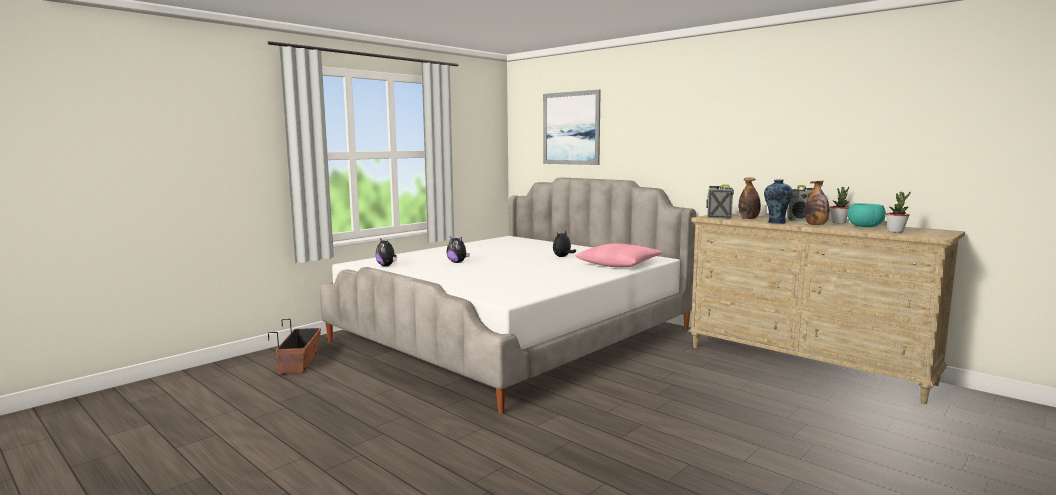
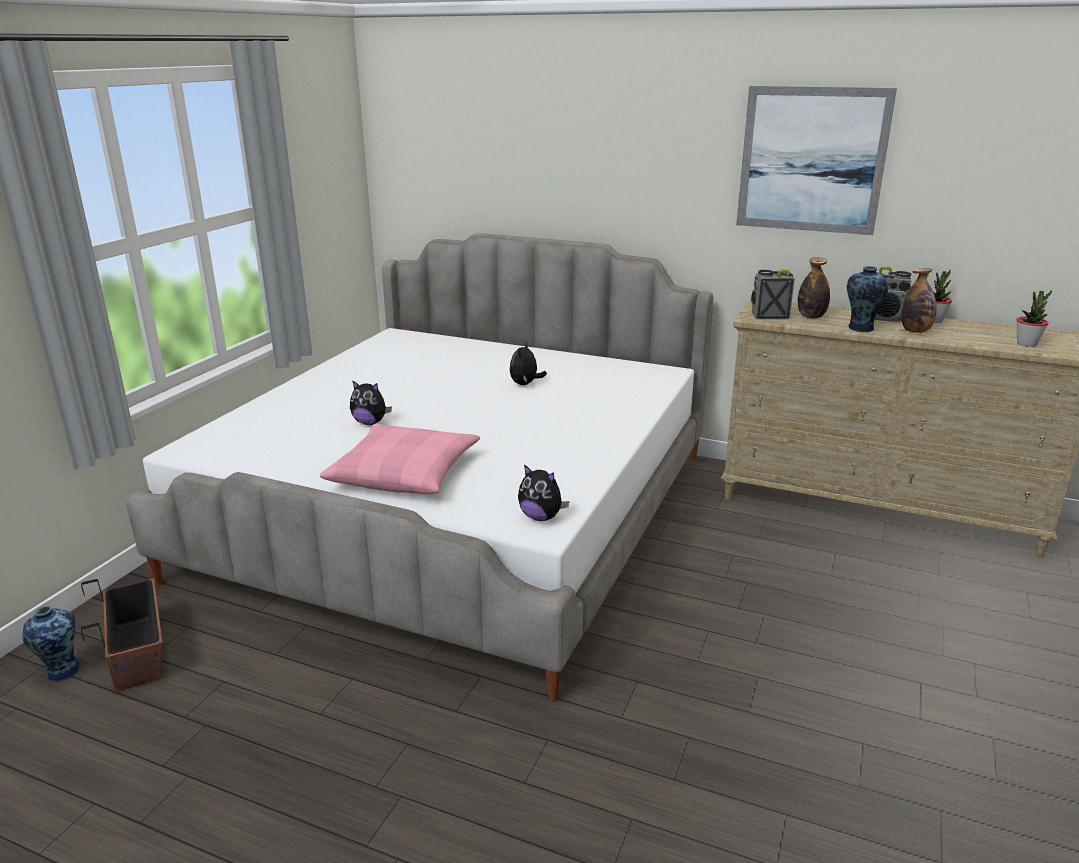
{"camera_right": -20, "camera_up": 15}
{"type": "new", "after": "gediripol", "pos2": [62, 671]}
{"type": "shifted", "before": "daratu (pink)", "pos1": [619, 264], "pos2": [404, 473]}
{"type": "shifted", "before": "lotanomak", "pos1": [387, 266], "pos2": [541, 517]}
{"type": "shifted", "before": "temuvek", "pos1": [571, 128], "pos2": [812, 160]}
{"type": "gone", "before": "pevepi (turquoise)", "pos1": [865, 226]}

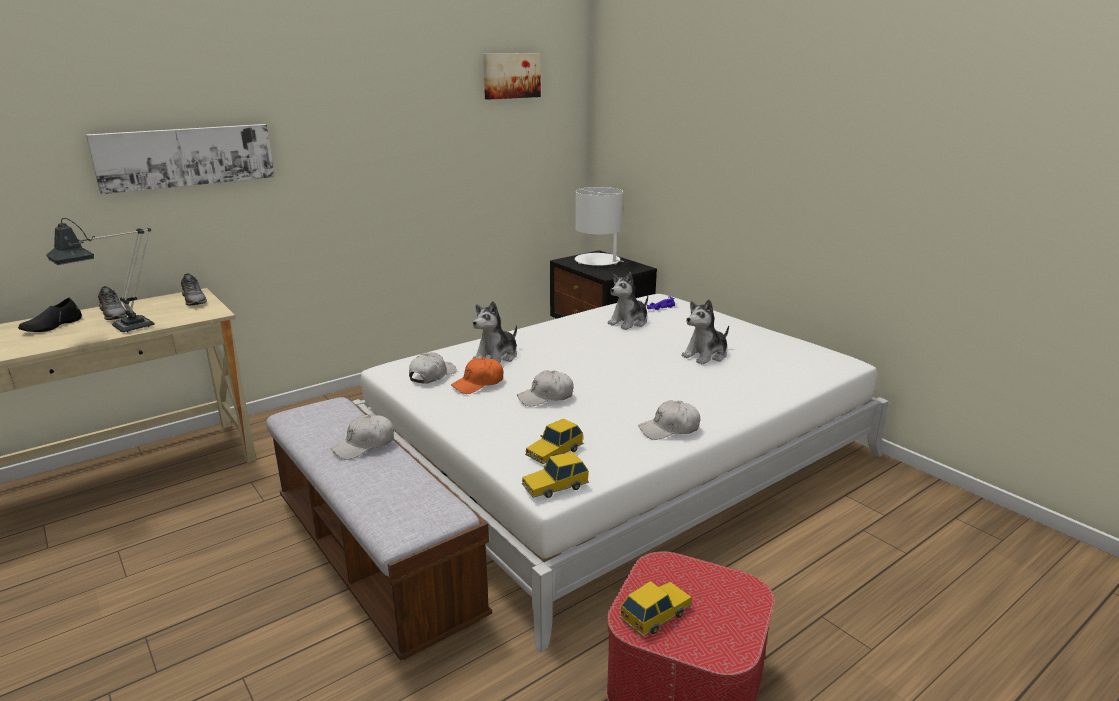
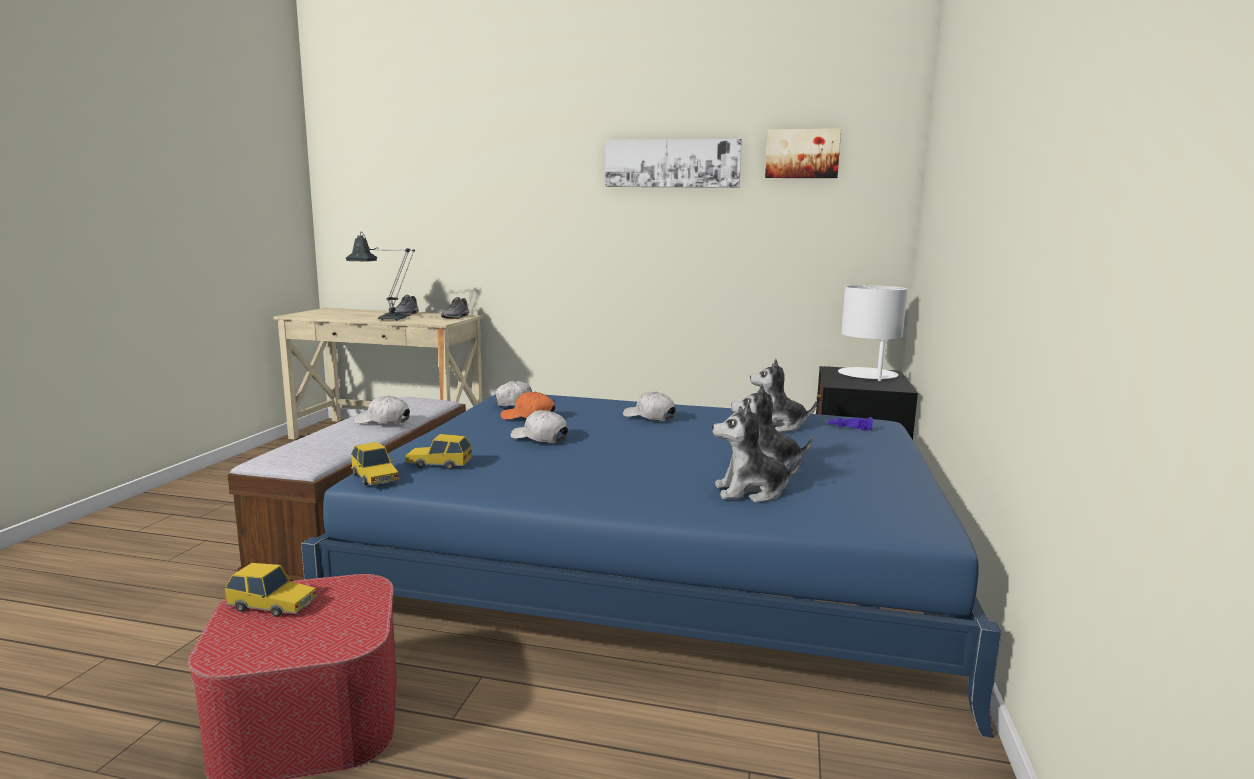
{"camera_right": 50, "camera_up": -10}
{"type": "repainted", "before": "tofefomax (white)", "after": "tofefomax (blue)", "pos1": [616, 455], "pos2": [658, 560]}
{"type": "rotated", "before": "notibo", "pos1": [555, 486], "pos2": [375, 477], "turn": -150}
{"type": "shifted", "before": "temuvek", "pos1": [186, 157], "pos2": [672, 163]}
{"type": "shifted", "before": "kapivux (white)", "pos1": [669, 429], "pos2": [649, 417]}
{"type": "shifted", "before": "lotanomak", "pos1": [497, 357], "pos2": [751, 492]}
{"type": "gone", "before": "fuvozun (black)", "pos1": [52, 326]}

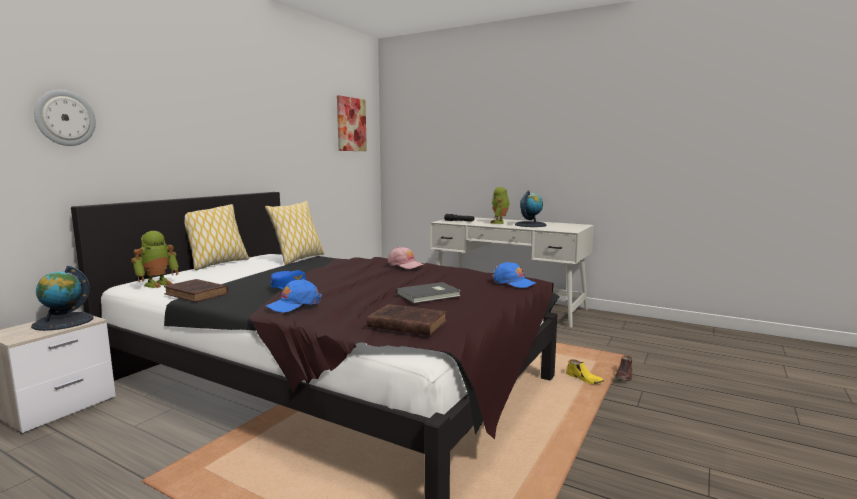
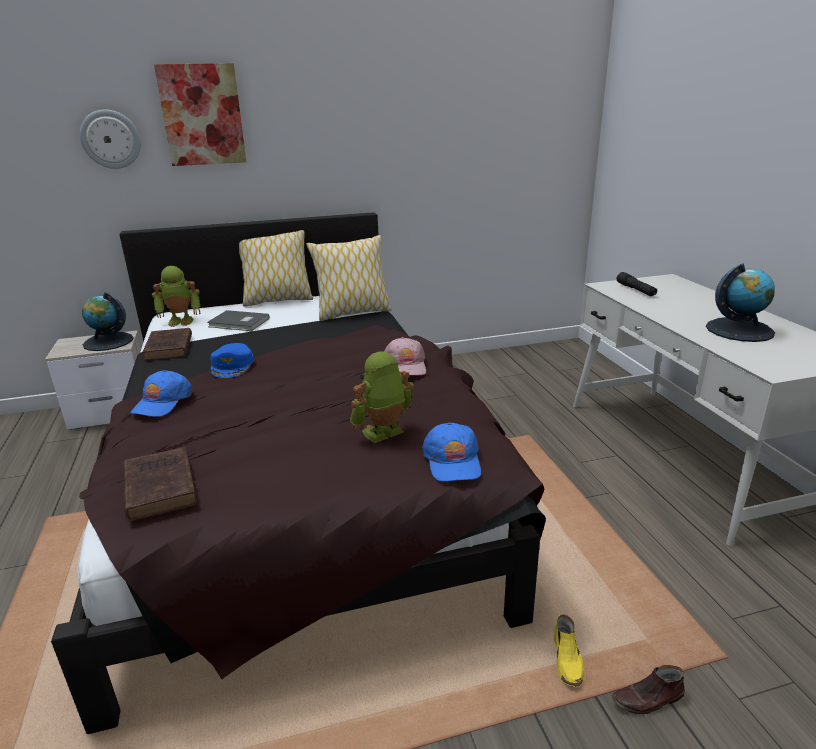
{"camera_right": 45, "camera_up": 15}
{"type": "rotated", "before": "kapivux (blue)", "pos1": [294, 305], "pos2": [162, 402], "turn": -75}
{"type": "shifted", "before": "temuvek", "pos1": [351, 124], "pos2": [202, 115]}
{"type": "shifted", "before": "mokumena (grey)", "pos1": [430, 295], "pos2": [239, 323]}
{"type": "shifted", "before": "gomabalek", "pos1": [499, 222], "pos2": [384, 434]}

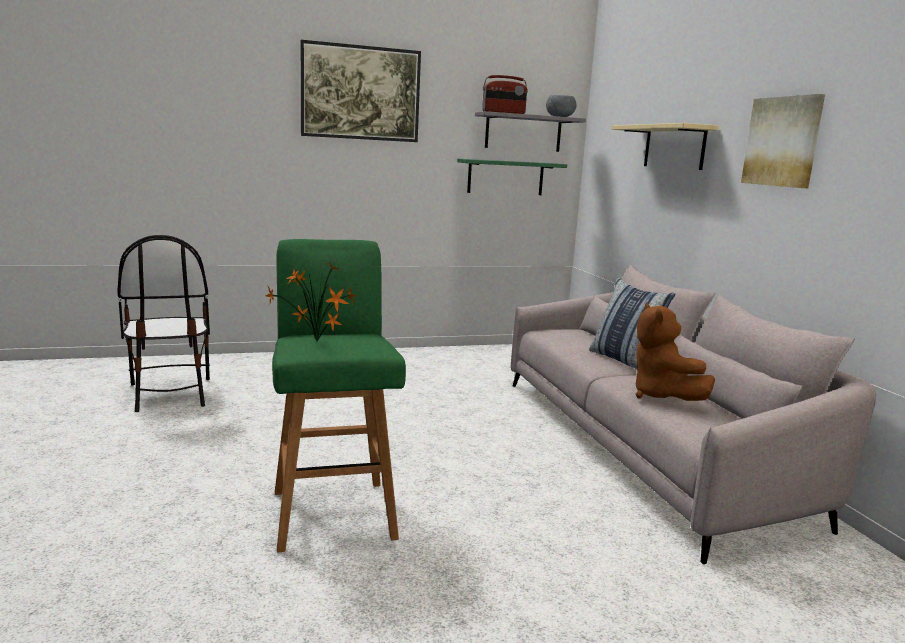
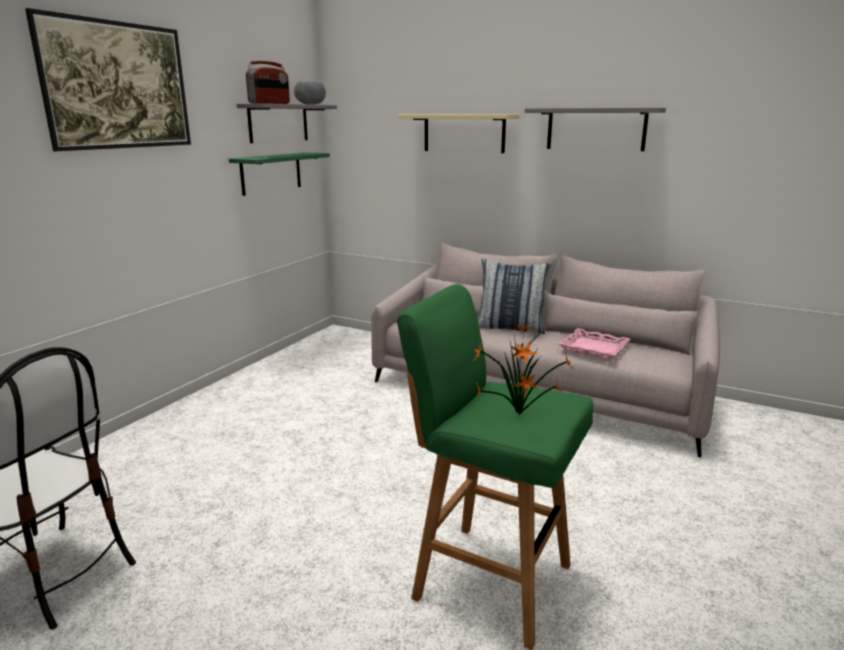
{"camera_right": -45, "camera_up": 5}
{"type": "swapped", "before": "temuvek", "after": "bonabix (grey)", "pos1": [783, 142], "pos2": [596, 129]}
{"type": "swapped", "before": "lotanomak (brown)", "after": "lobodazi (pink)", "pos1": [662, 396], "pos2": [593, 348]}

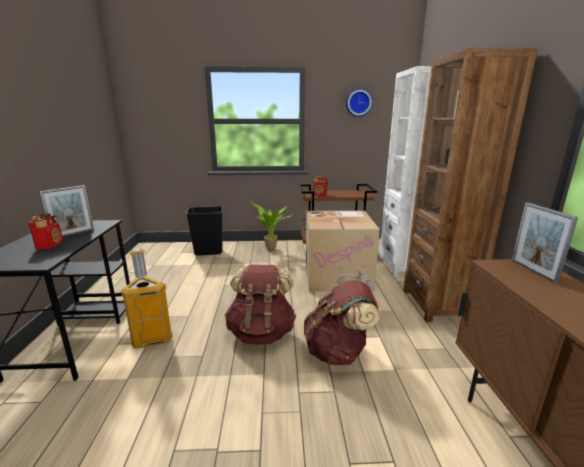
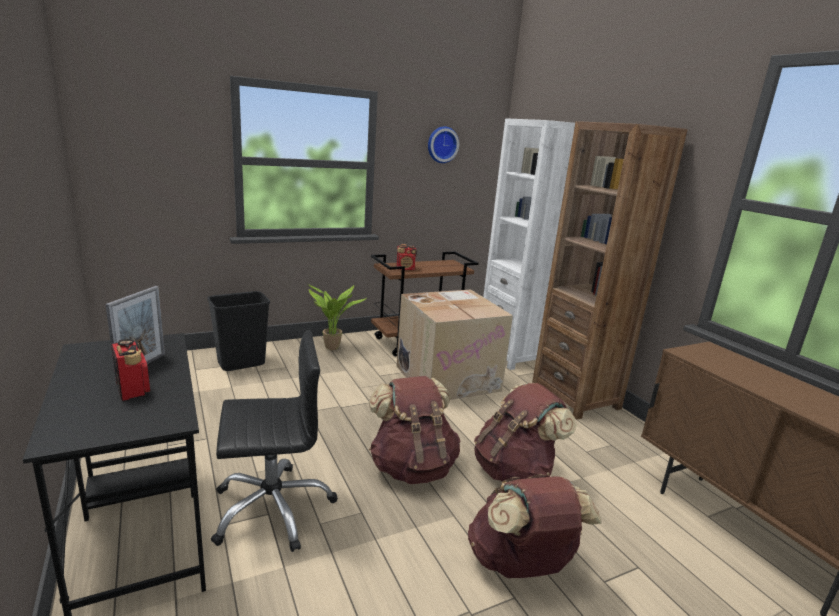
{"camera_right": -25, "camera_up": 0}
{"type": "swapped", "before": "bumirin", "after": "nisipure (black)", "pos1": [153, 340], "pos2": [272, 508]}
{"type": "new", "after": "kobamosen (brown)", "pos2": [521, 565]}
{"type": "gone", "before": "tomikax", "pos1": [533, 271]}

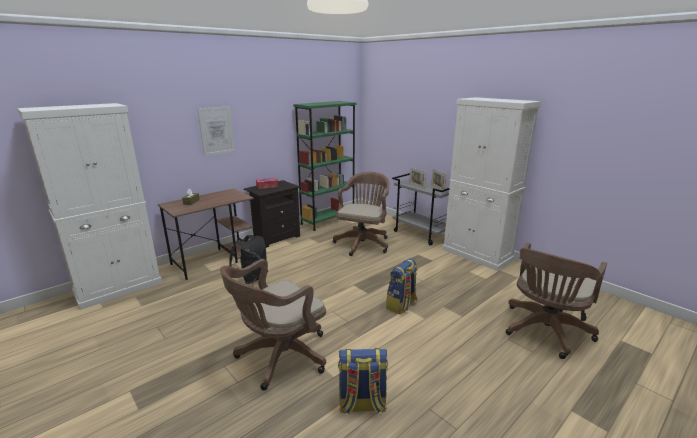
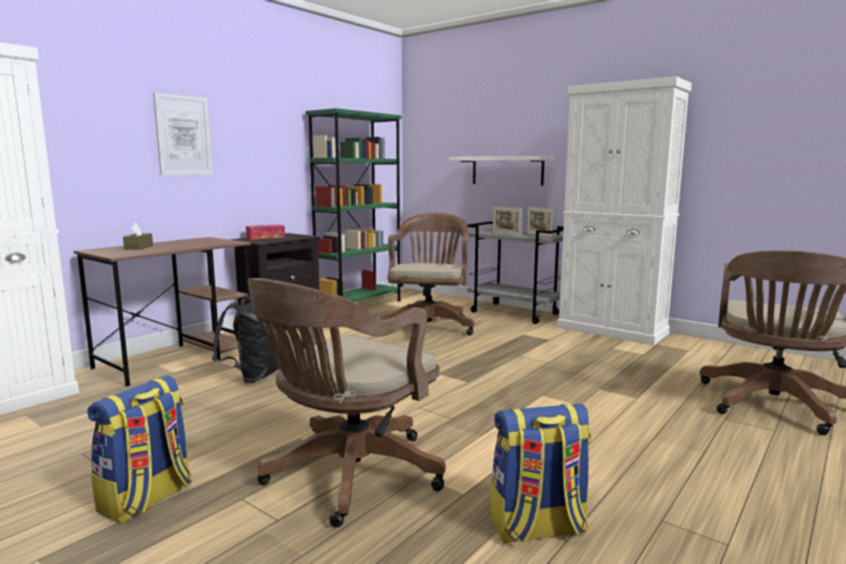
{"camera_right": -10, "camera_up": -10}
{"type": "shifted", "before": "kobamosen", "pos1": [402, 305], "pos2": [147, 499]}
{"type": "new", "after": "bonabix (white)", "pos2": [507, 170]}

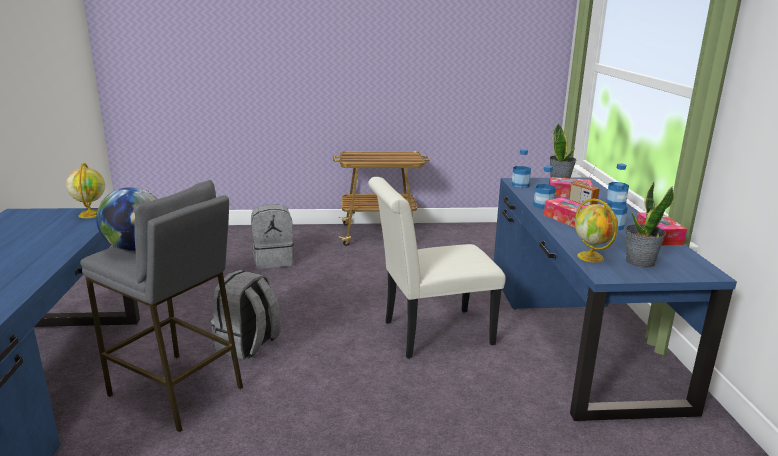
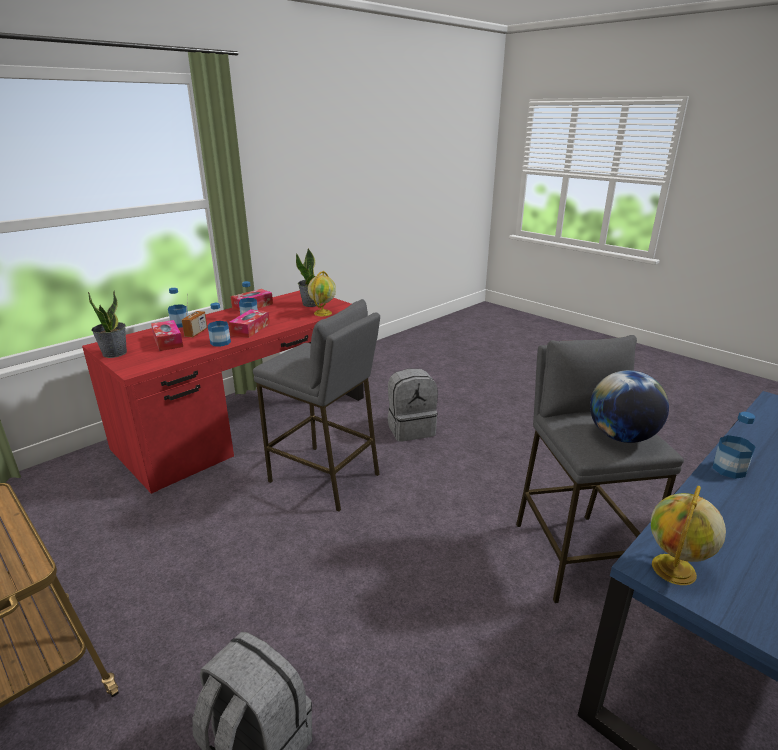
{"camera_right": -130, "camera_up": 5}
{"type": "repainted", "before": "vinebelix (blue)", "after": "vinebelix (red)", "pos1": [575, 331], "pos2": [247, 422]}
{"type": "swapped", "before": "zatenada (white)", "after": "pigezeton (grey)", "pos1": [430, 334], "pos2": [325, 478]}
{"type": "shifted", "before": "kobamosen (grey)", "pos1": [248, 345], "pos2": [411, 429]}
{"type": "shifted", "before": "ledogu", "pos1": [520, 185], "pos2": [728, 469]}

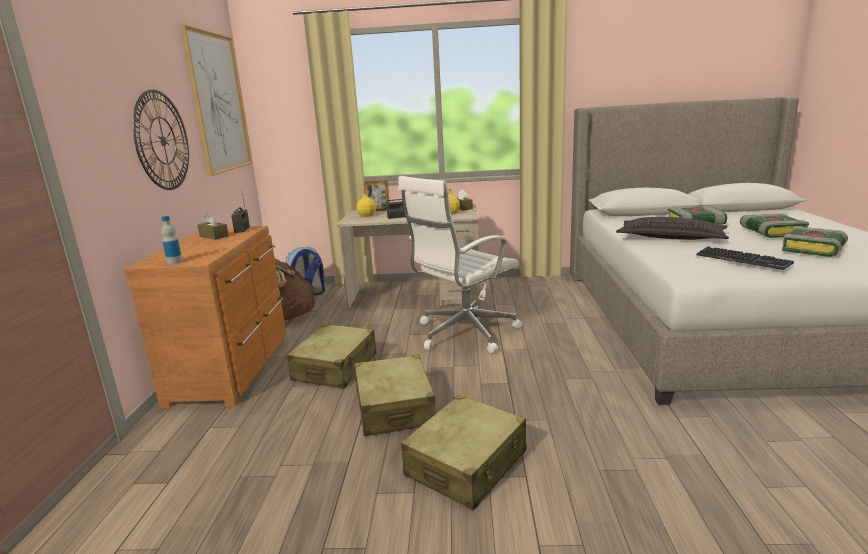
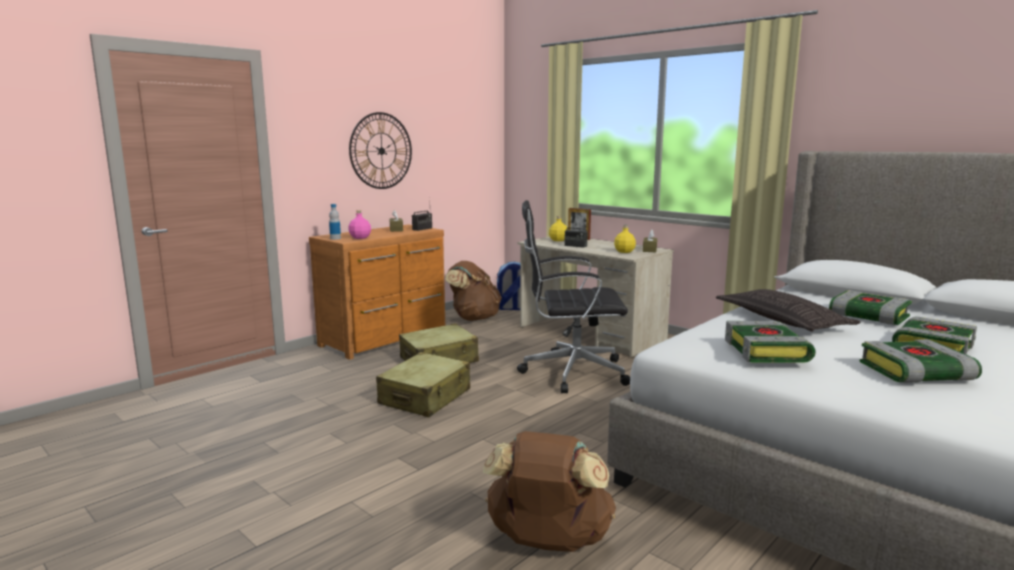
{"camera_right": 40, "camera_up": -5}
{"type": "new", "after": "ledogu (pink)", "pos2": [360, 237]}
{"type": "new", "after": "kobamosen (brown)", "pos2": [548, 542]}
{"type": "repainted", "before": "nisipure (white)", "after": "nisipure (black)", "pos1": [463, 333], "pos2": [571, 372]}
{"type": "swapped", "before": "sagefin", "after": "mokumena", "pos1": [742, 260], "pos2": [767, 352]}
{"type": "gone", "before": "temuvek", "pos1": [219, 103]}
{"type": "gone", "before": "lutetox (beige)", "pos1": [466, 464]}

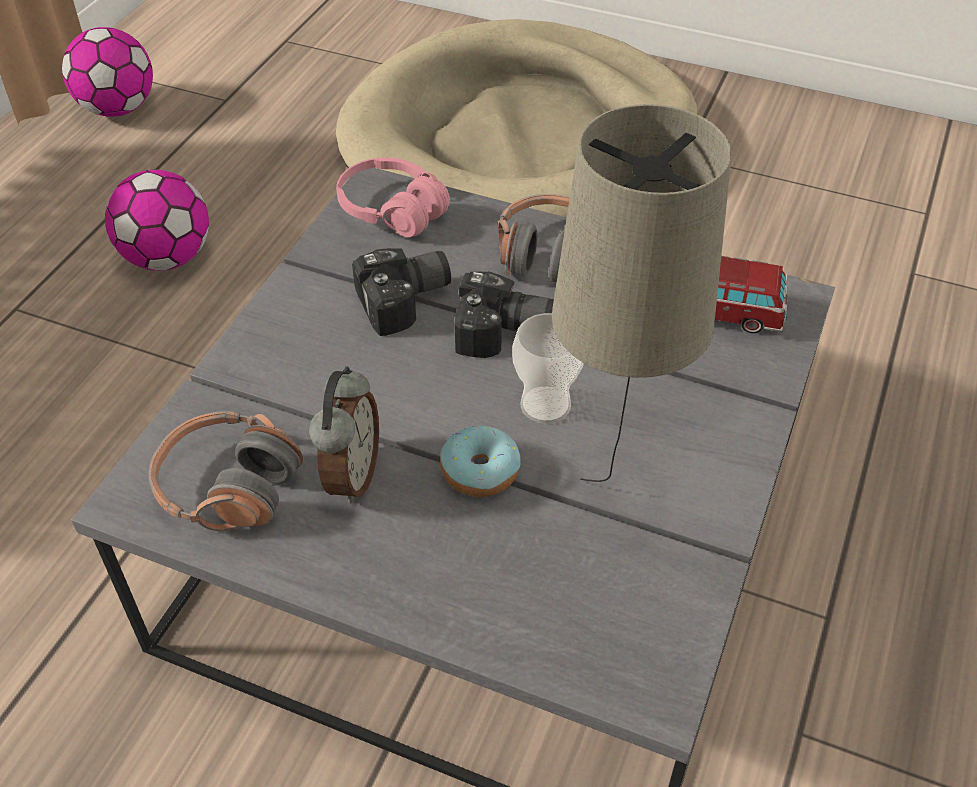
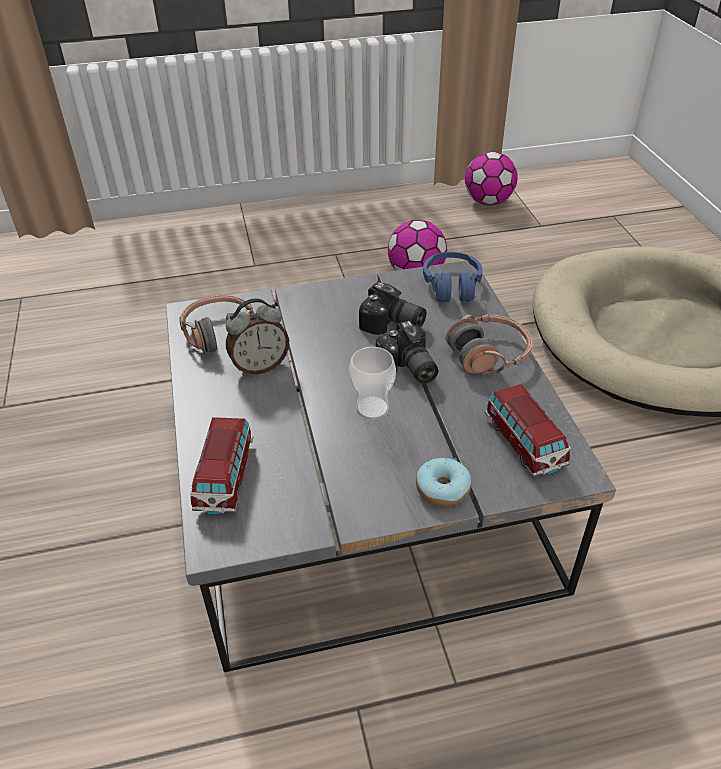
{"camera_right": 55, "camera_up": -5}
{"type": "new", "after": "notibo", "pos2": [225, 477]}
{"type": "shifted", "before": "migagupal", "pos1": [480, 471], "pos2": [443, 489]}
{"type": "repainted", "before": "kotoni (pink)", "after": "kotoni (blue)", "pos1": [392, 211], "pos2": [452, 286]}
{"type": "gone", "before": "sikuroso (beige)", "pos1": [610, 496]}

